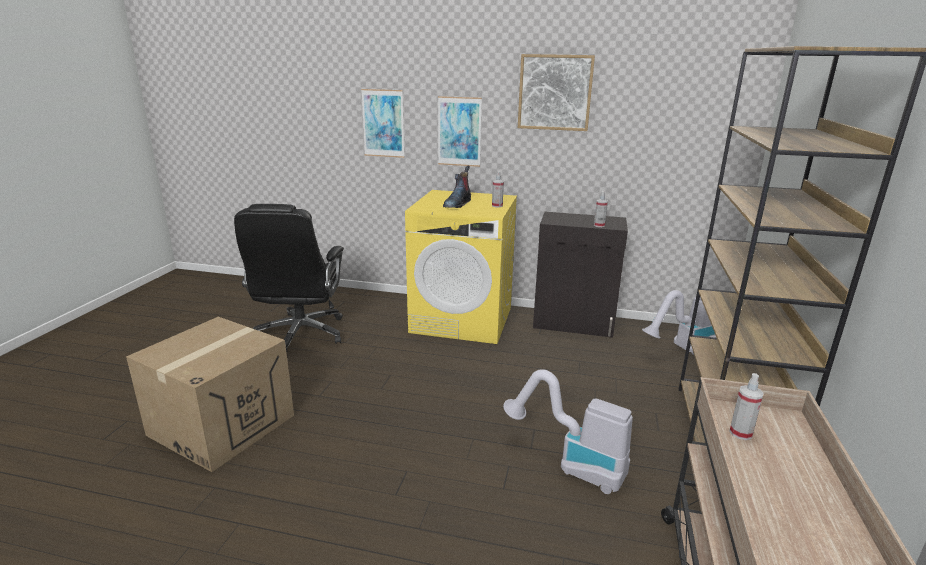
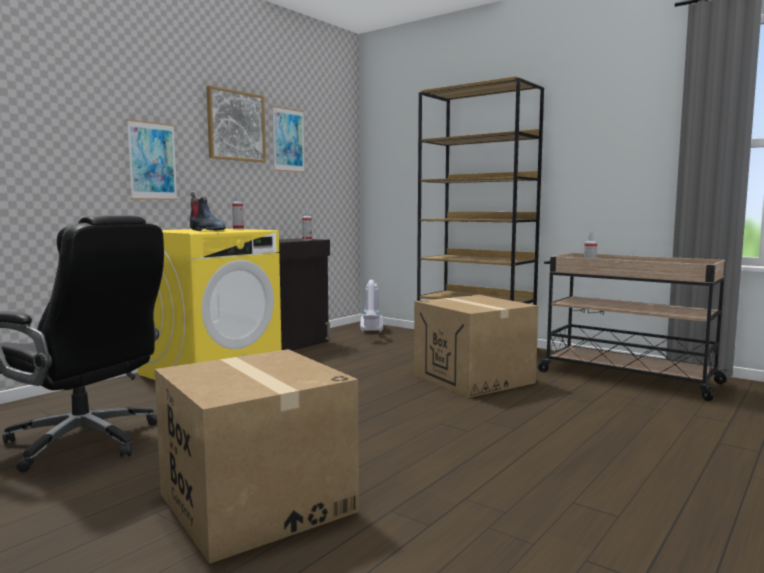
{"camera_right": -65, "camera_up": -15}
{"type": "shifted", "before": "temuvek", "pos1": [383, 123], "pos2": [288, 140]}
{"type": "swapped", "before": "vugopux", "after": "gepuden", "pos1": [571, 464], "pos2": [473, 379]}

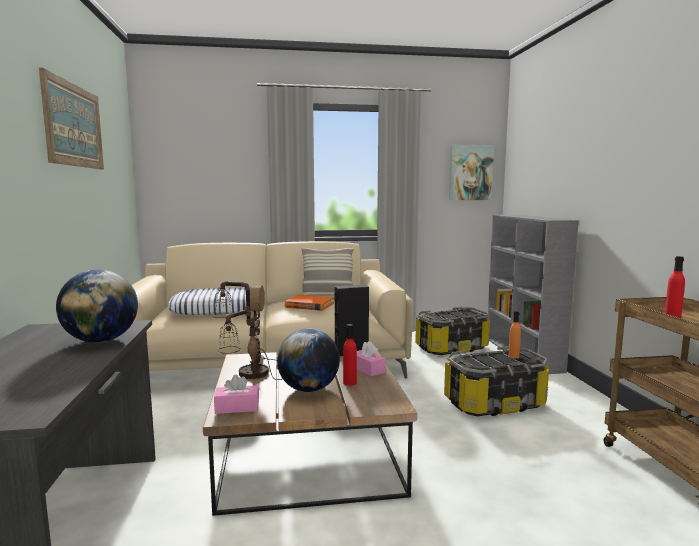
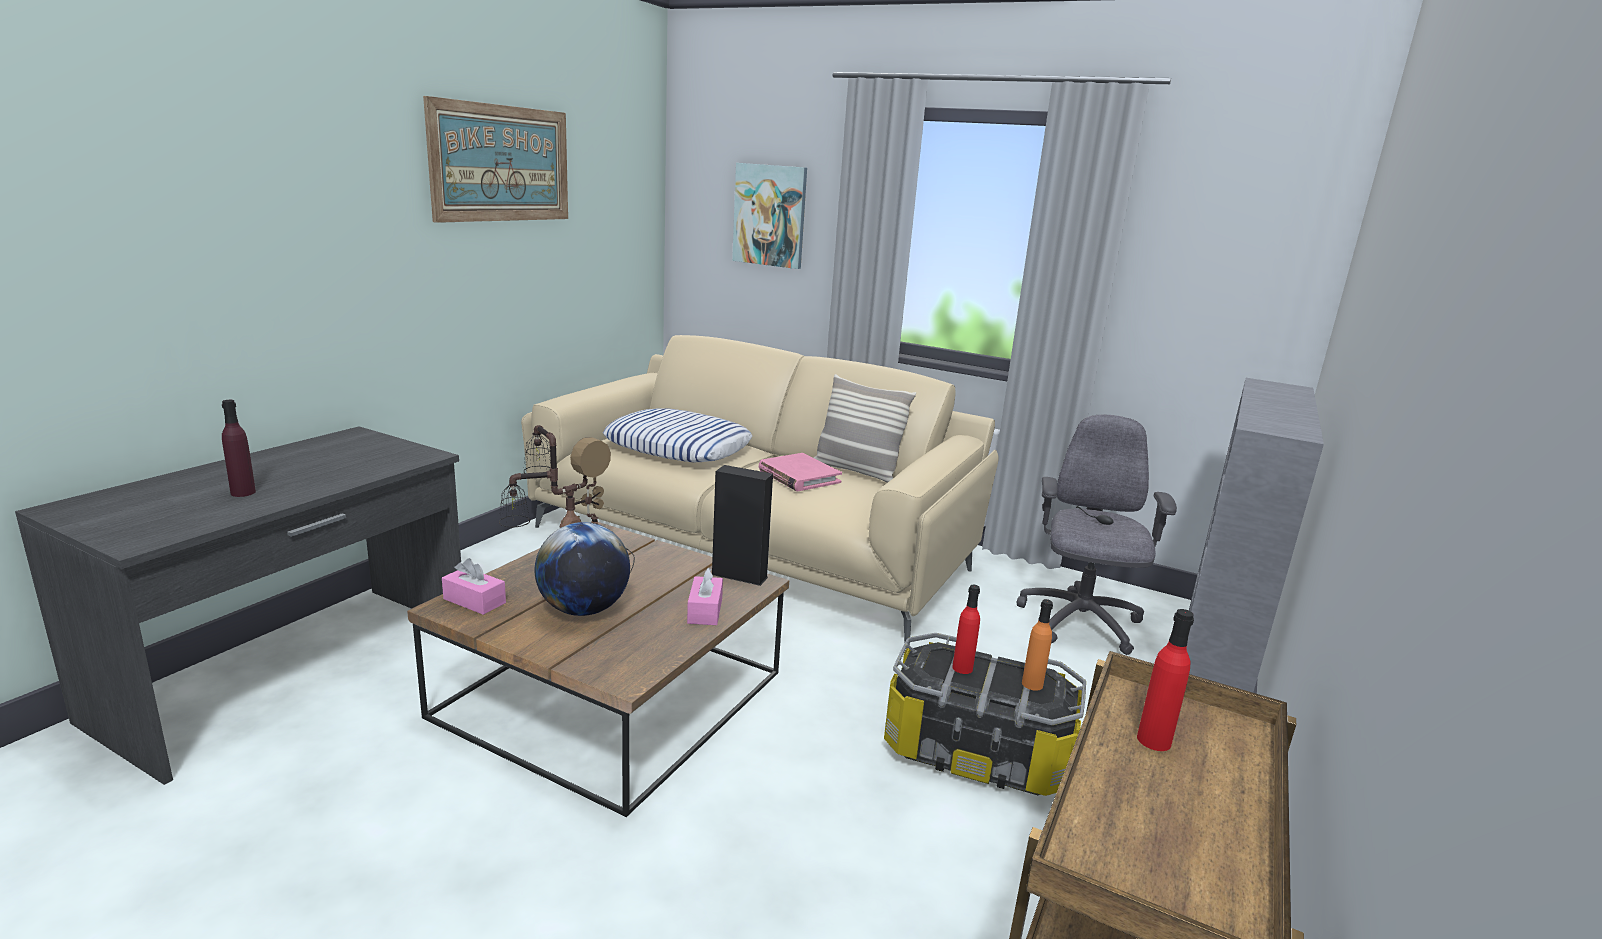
{"camera_right": 35, "camera_up": 10}
{"type": "new", "after": "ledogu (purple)", "pos2": [243, 492]}
{"type": "shifted", "before": "temuvek", "pos1": [470, 172], "pos2": [770, 215]}
{"type": "repainted", "before": "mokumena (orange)", "after": "mokumena (pink)", "pos1": [309, 305], "pos2": [798, 476]}
{"type": "shifted", "before": "ledogu (red)", "pos1": [349, 383], "pos2": [962, 668]}
{"type": "swapped", "before": "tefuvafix", "after": "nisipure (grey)", "pos1": [451, 348], "pos2": [1079, 623]}
{"type": "gone", "before": "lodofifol", "pos1": [101, 341]}

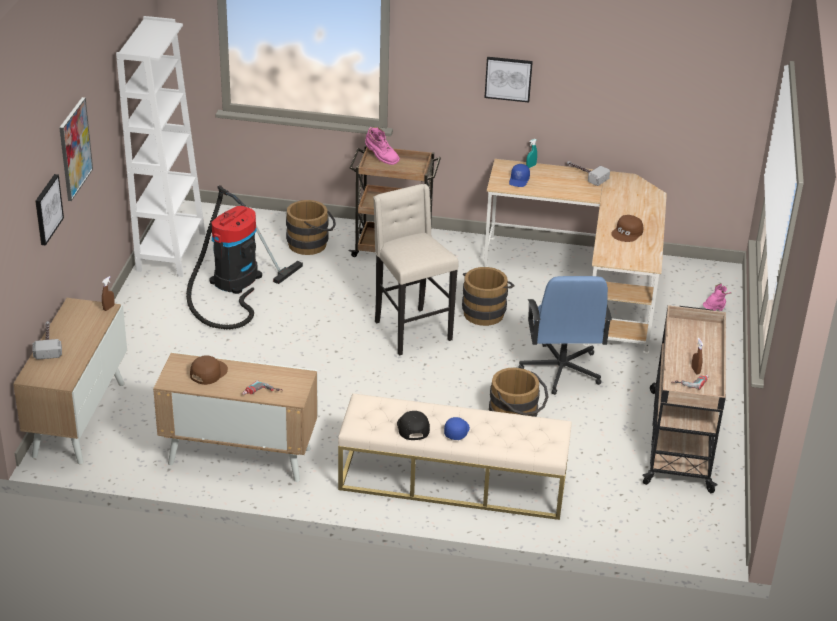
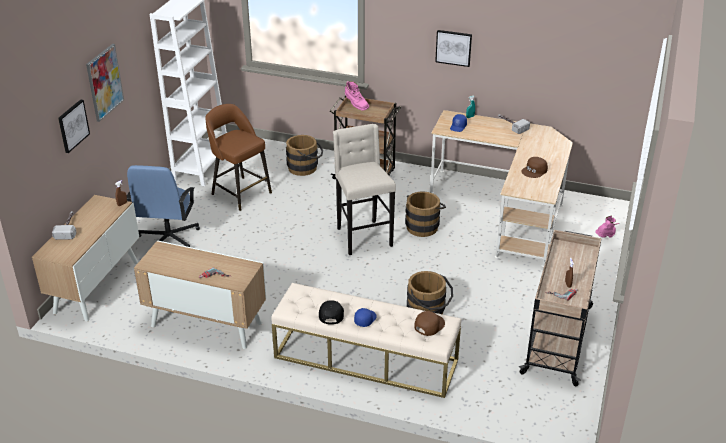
{"camera_right": 10, "camera_up": 0}
{"type": "shifted", "before": "nisipure (blue)", "pos1": [561, 370], "pos2": [168, 239]}
{"type": "swapped", "before": "vugopux", "after": "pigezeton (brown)", "pos1": [233, 283], "pos2": [240, 193]}
{"type": "shifted", "before": "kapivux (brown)", "pos1": [208, 372], "pos2": [429, 325]}

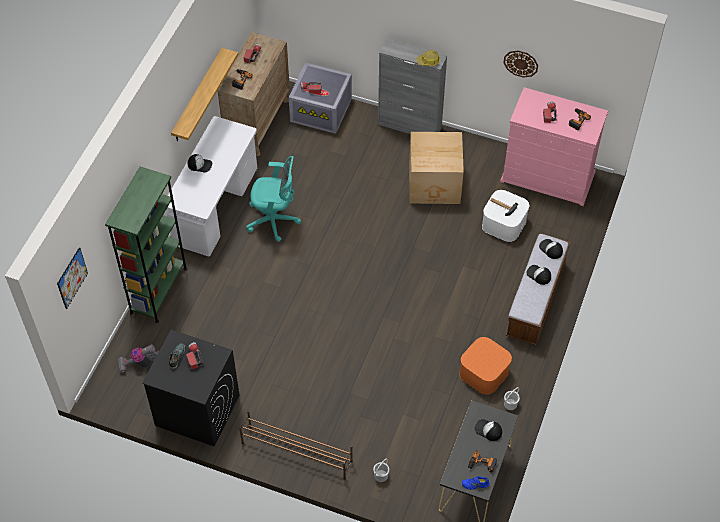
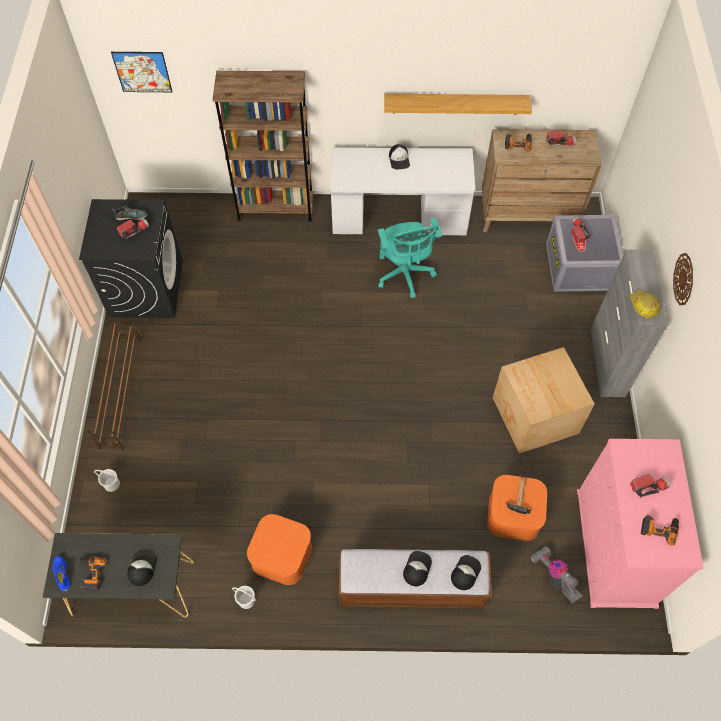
{"camera_right": 70, "camera_up": 5}
{"type": "repainted", "before": "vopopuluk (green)", "after": "vopopuluk (brown)", "pos1": [159, 290], "pos2": [275, 208]}
{"type": "repainted", "before": "tefuvafix (white)", "after": "tefuvafix (orange)", "pos1": [504, 223], "pos2": [514, 513]}
{"type": "shifted", "before": "vugopux", "pos1": [141, 363], "pos2": [554, 576]}
{"type": "shifted", "before": "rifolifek", "pos1": [521, 63], "pos2": [684, 279]}

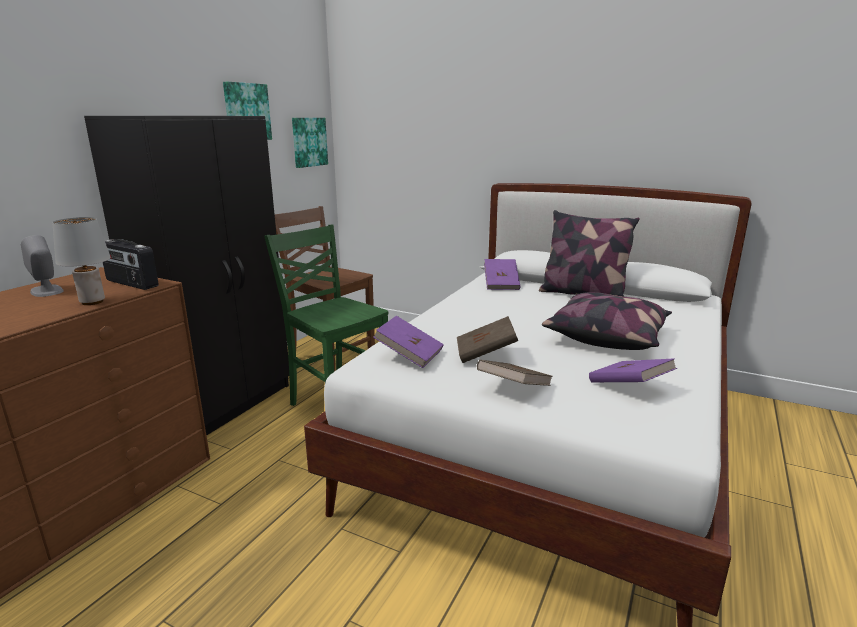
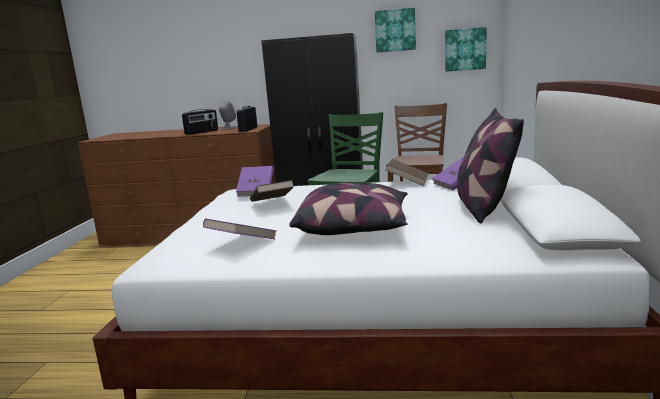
{"camera_right": 70, "camera_up": -5}
{"type": "new", "after": "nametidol", "pos2": [202, 132]}
{"type": "shifted", "before": "mokumena (brown)", "pos1": [514, 389], "pos2": [407, 182]}
{"type": "gone", "before": "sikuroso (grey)", "pos1": [93, 302]}

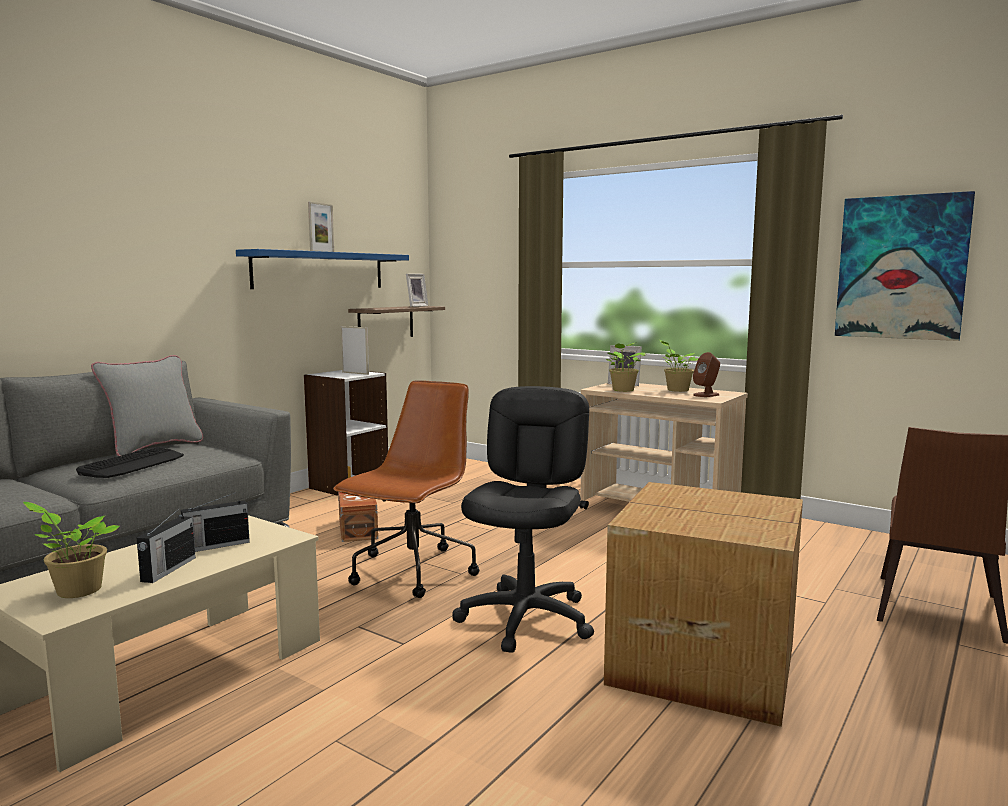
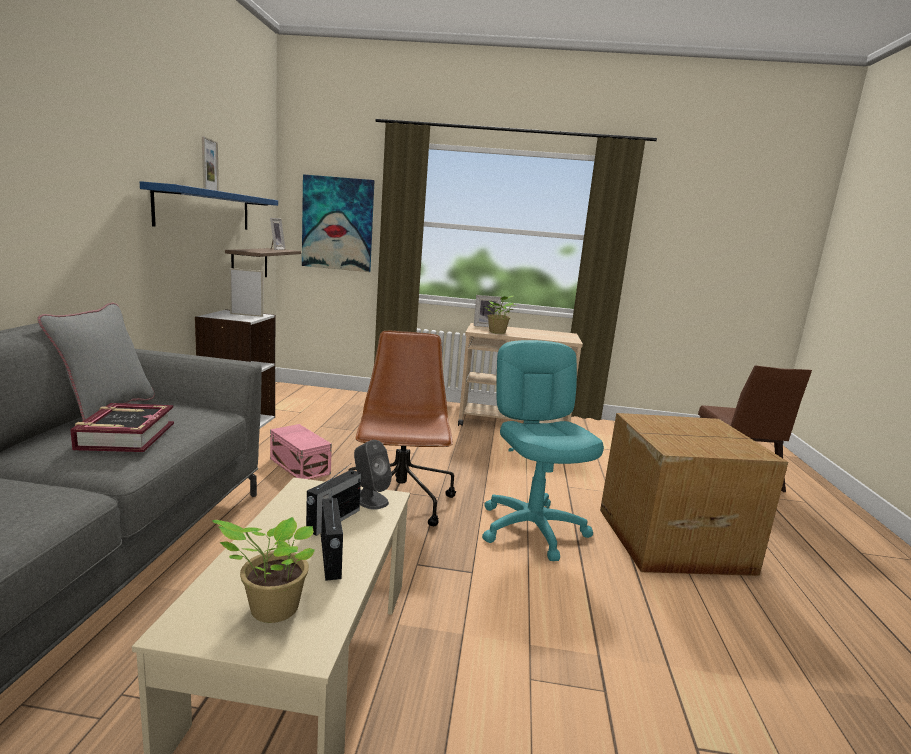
{"camera_right": -30, "camera_up": 5}
{"type": "swapped", "before": "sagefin", "after": "mokumena", "pos1": [133, 464], "pos2": [125, 436]}
{"type": "repainted", "before": "tefuvafix (brown)", "after": "tefuvafix (pink)", "pos1": [359, 528], "pos2": [300, 465]}
{"type": "shifted", "before": "temuvek", "pos1": [901, 267], "pos2": [337, 224]}
{"type": "new", "after": "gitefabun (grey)", "pos2": [369, 499]}
{"type": "repainted", "before": "nisipure (black)", "after": "nisipure (turquoise)", "pos1": [526, 619], "pos2": [532, 529]}
{"type": "gone", "before": "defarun", "pos1": [676, 390]}
{"type": "gone", "before": "gitefabun (brown)", "pos1": [706, 395]}

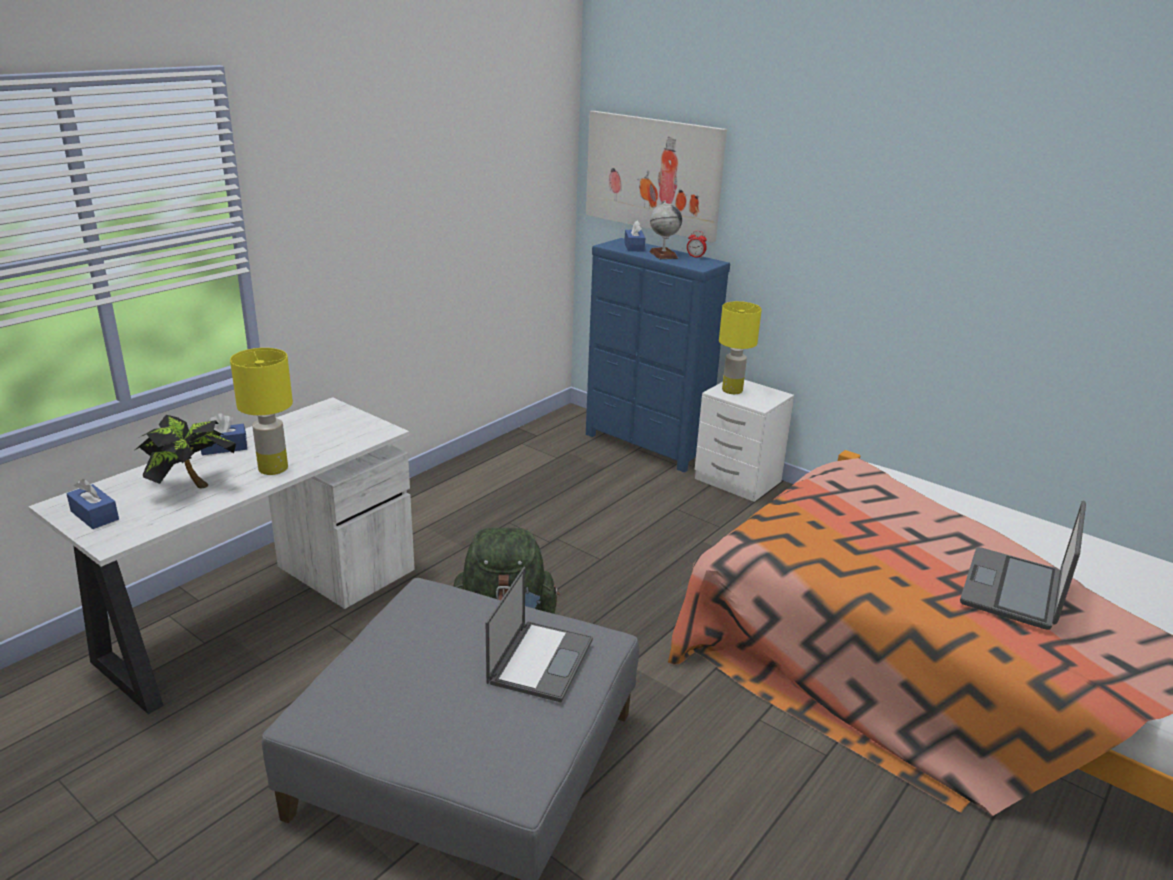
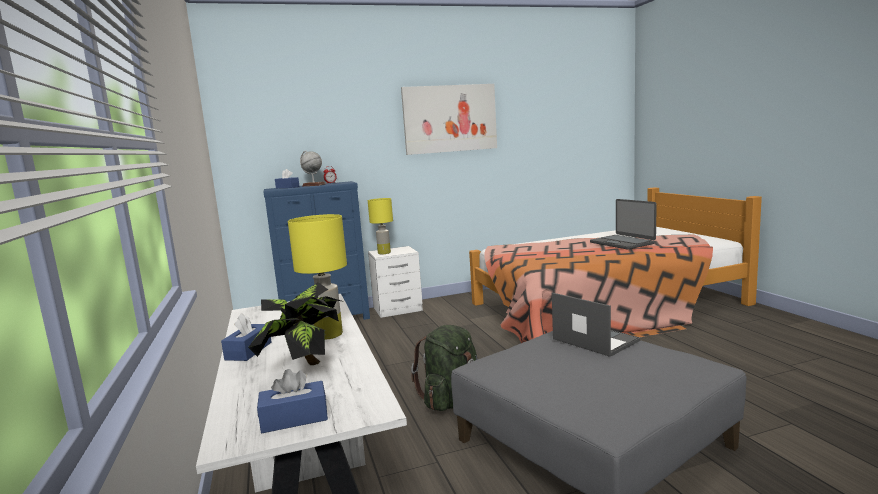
{"camera_right": -55, "camera_up": -15}
{"type": "shifted", "before": "temuvek", "pos1": [653, 174], "pos2": [450, 118]}

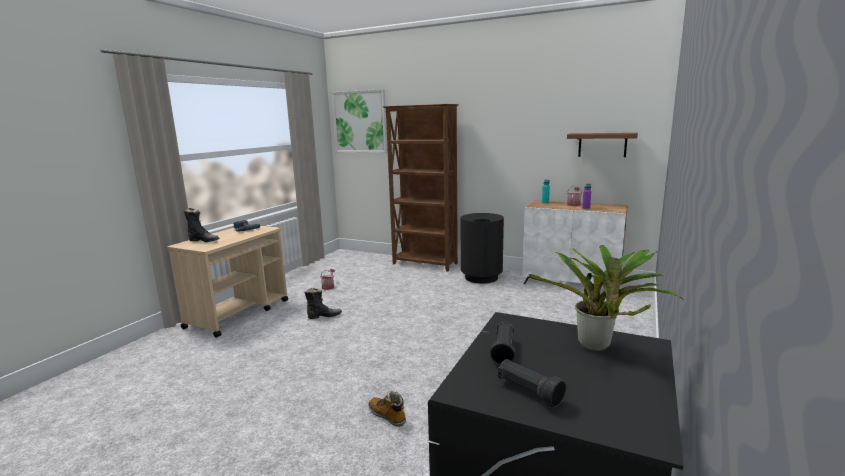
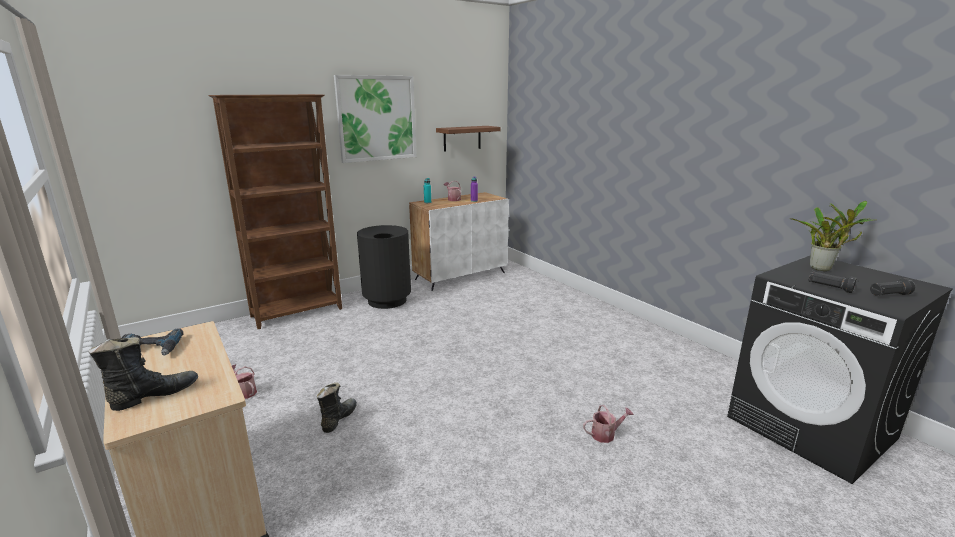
{"camera_right": -60, "camera_up": 5}
{"type": "shifted", "before": "temuvek", "pos1": [360, 122], "pos2": [377, 118]}
{"type": "swapped", "before": "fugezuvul", "after": "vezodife", "pos1": [387, 416], "pos2": [606, 434]}

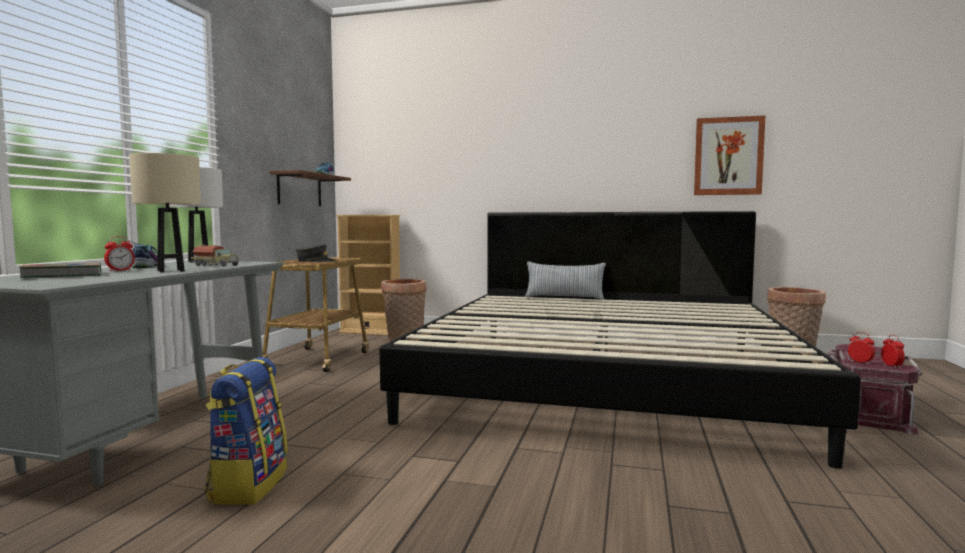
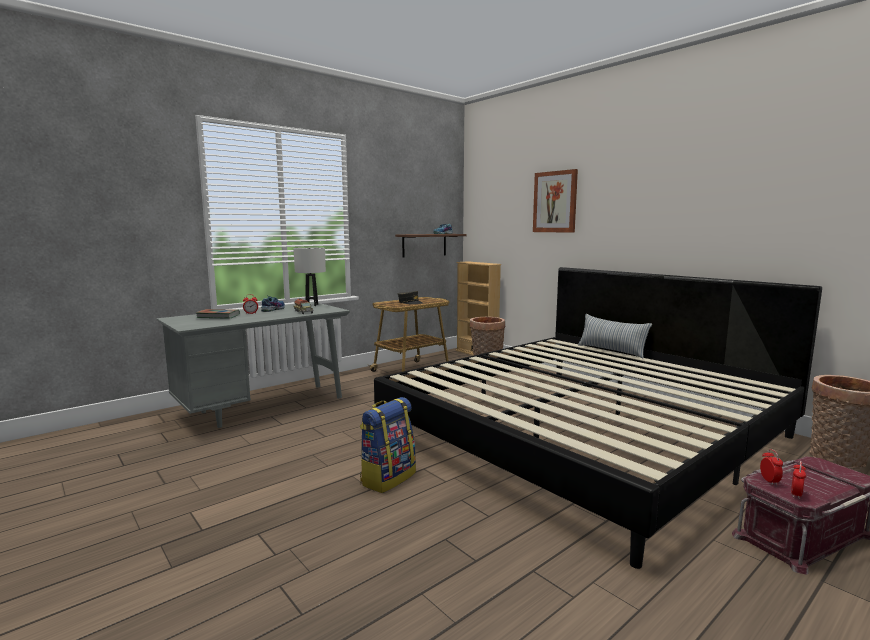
{"camera_right": 35, "camera_up": 5}
{"type": "shifted", "before": "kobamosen", "pos1": [248, 485], "pos2": [387, 478]}
{"type": "shifted", "before": "temuvek", "pos1": [728, 156], "pos2": [555, 202]}
{"type": "gone", "before": "sikuroso (beige)", "pos1": [171, 271]}

